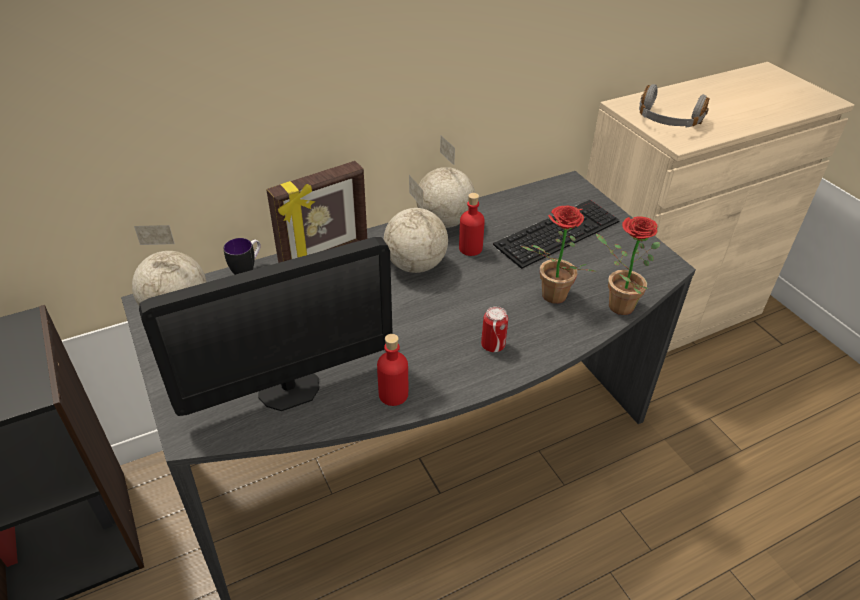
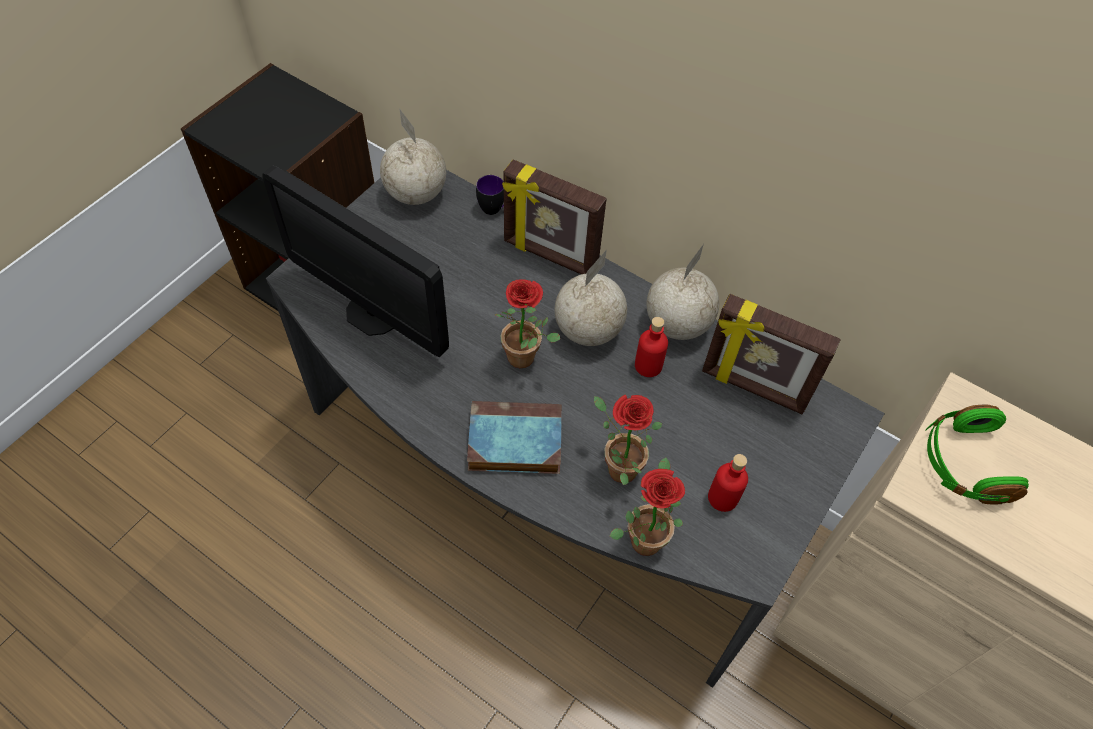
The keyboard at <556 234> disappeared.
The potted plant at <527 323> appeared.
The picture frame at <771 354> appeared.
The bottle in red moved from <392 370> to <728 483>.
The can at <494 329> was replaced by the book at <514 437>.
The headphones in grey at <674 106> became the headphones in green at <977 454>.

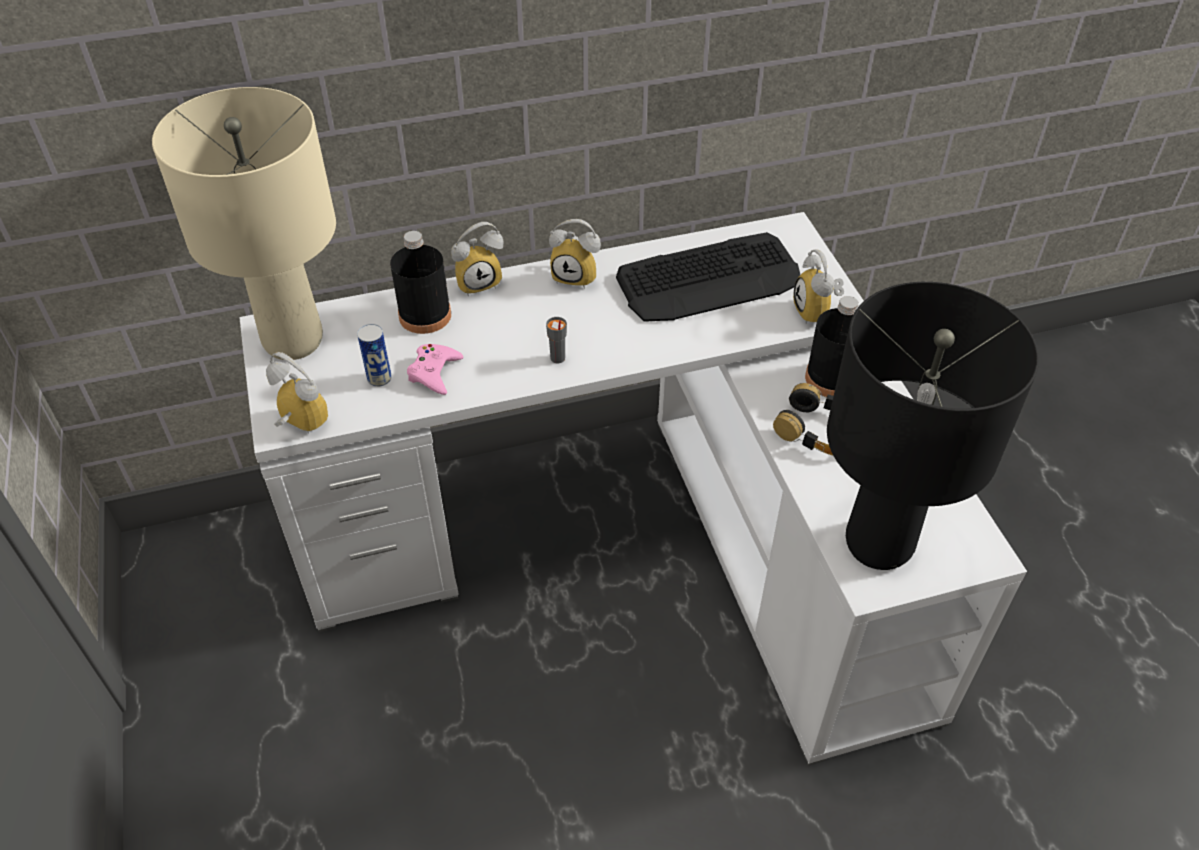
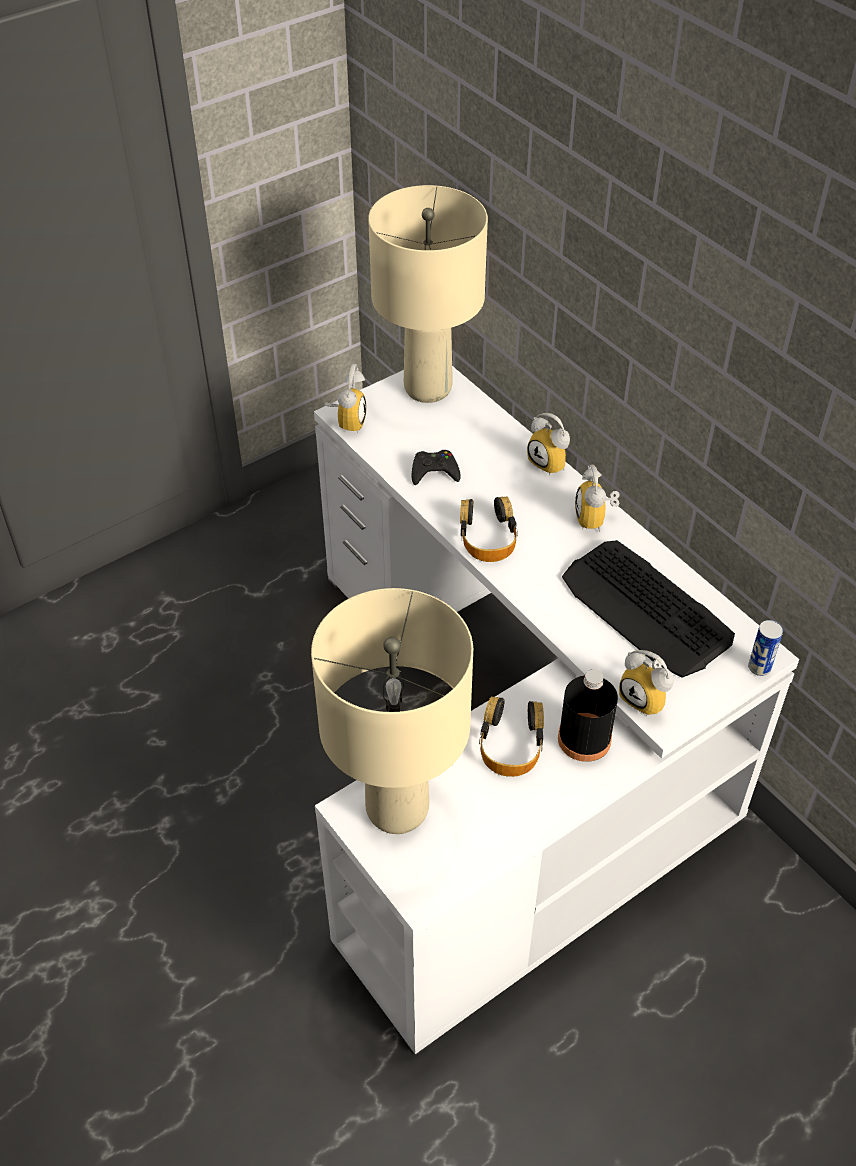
The bottle in black at <420 282> disappeared.
The can moved from <374 355> to <765 648>.
The cup in grey at <556 340> was replaced by the headphones at <489 529>.
The game controller in pink at <435 369> became the game controller in black at <436 467>.
The table lamp in black at <933 426> became the table lamp in beige at <392 711>.
The alarm clock at <818 286> turned 105 degrees counterclockwise.

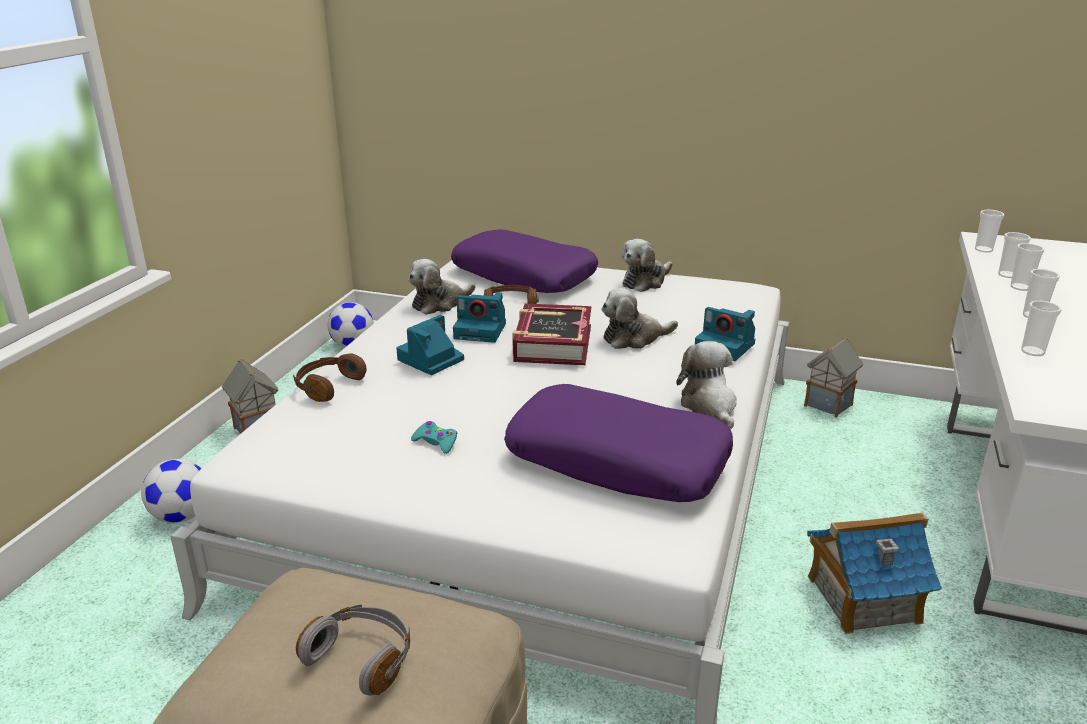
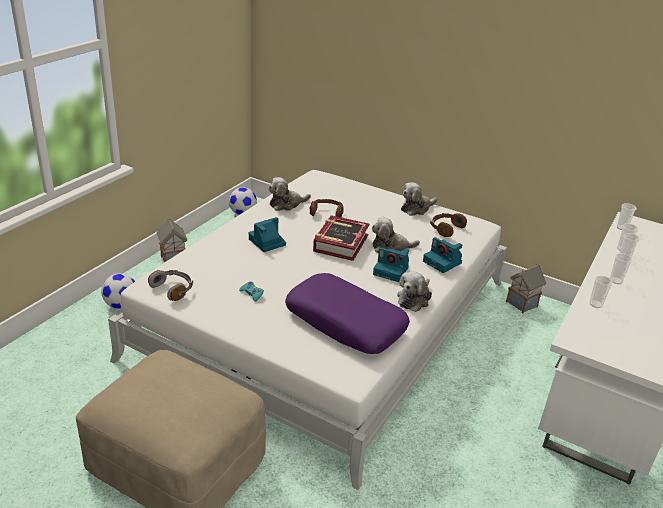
The pillow in purple at <524 261> disappeared.
The toy house at <874 573> disappeared.
The headphones in brown moved from <330 377> to <448 225>.
The headphones in grey moved from <353 650> to <170 285>.
The photo camera moved from <479 317> to <391 265>.
The plush toy at <706 385> turned 150 degrees counterclockwise.

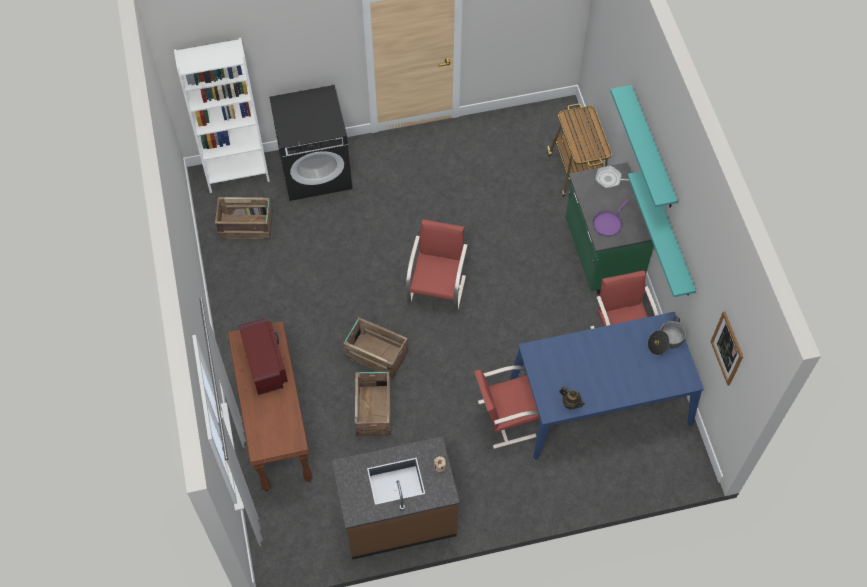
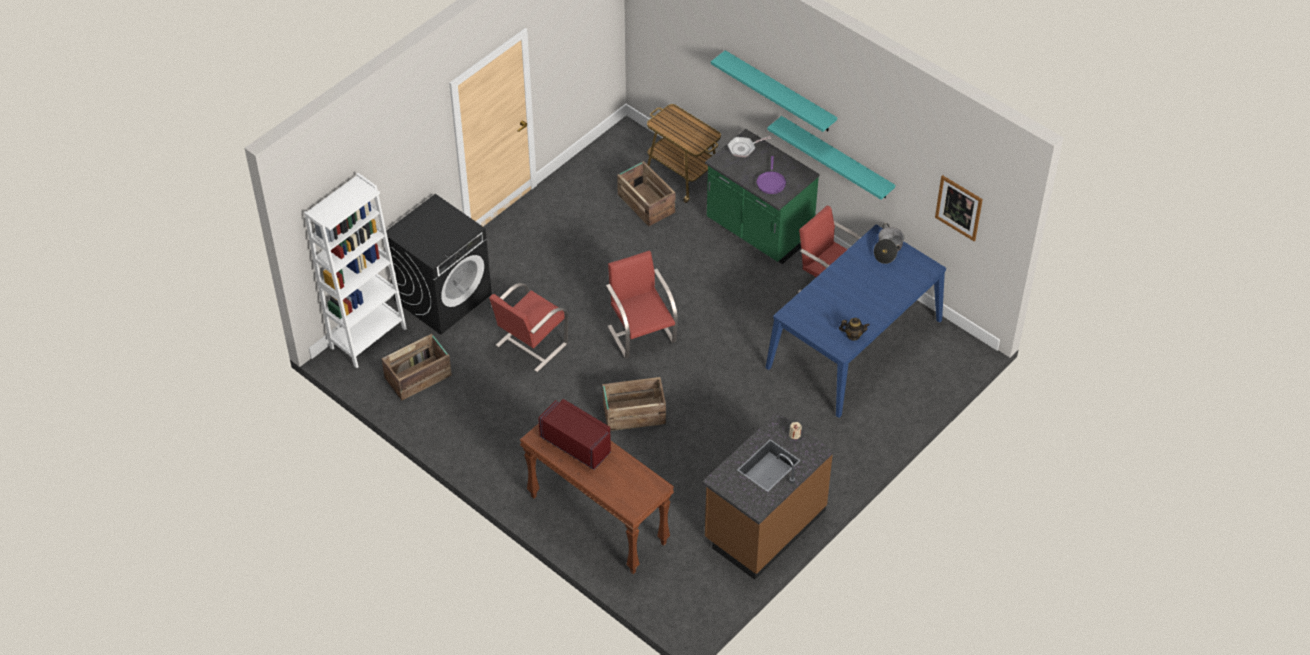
The crate moved from <372 404> to <646 193>.
The chair in red moved from <507 407> to <528 327>.

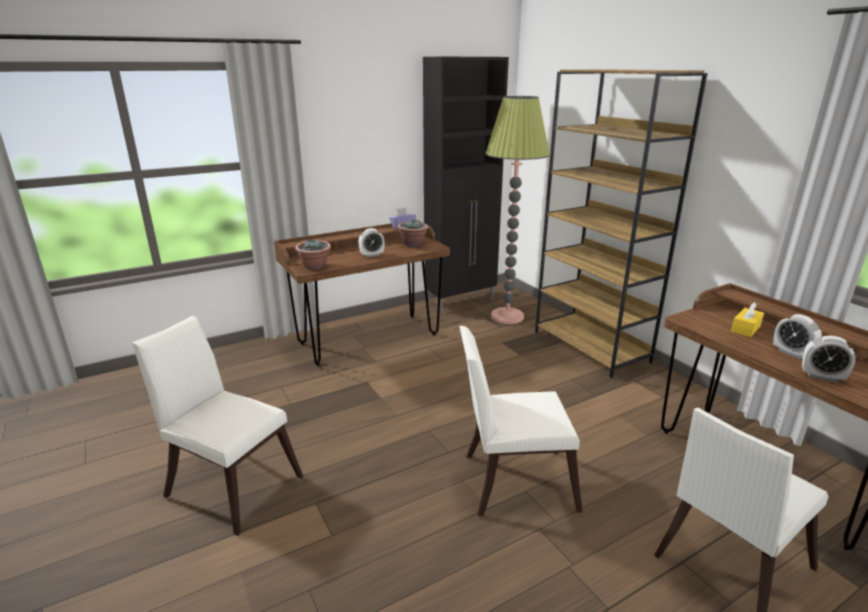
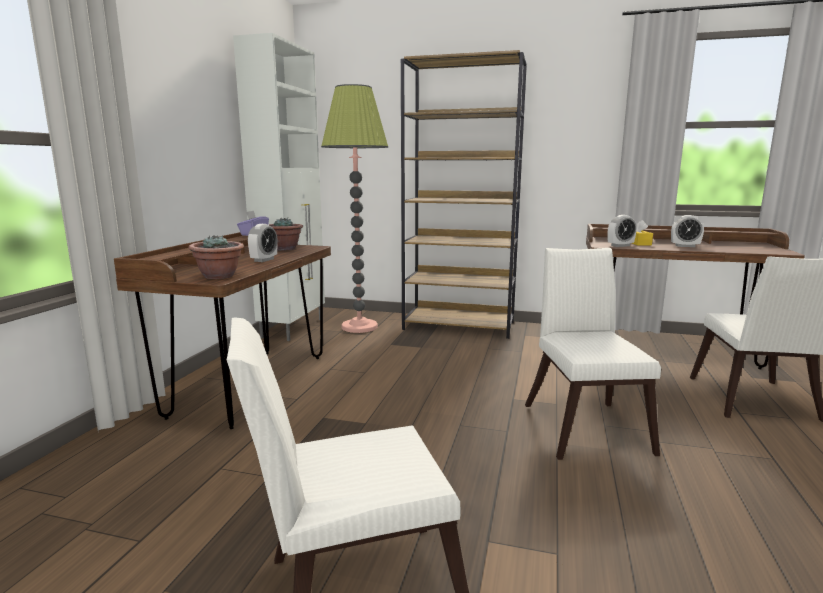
The alarm clock moved from <829 359> to <622 231>.
The cabinet in black at <466 184> became the cabinet in white at <279 187>.
The chair in white at <521 421> turned 135 degrees clockwise.

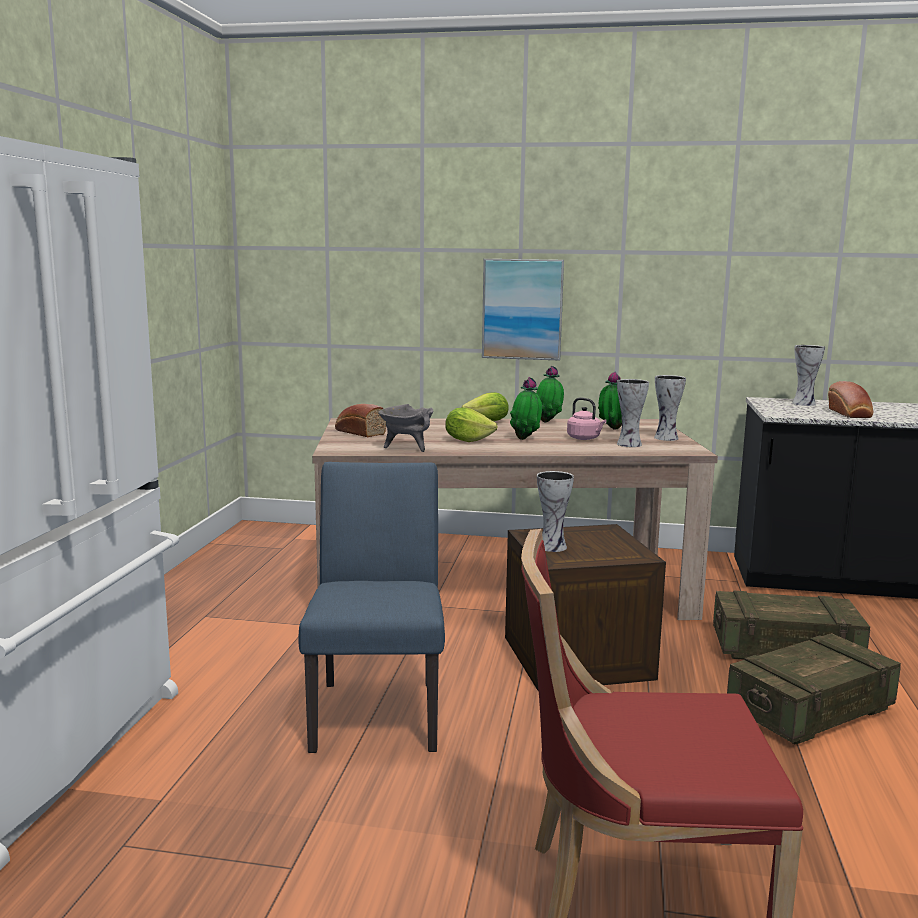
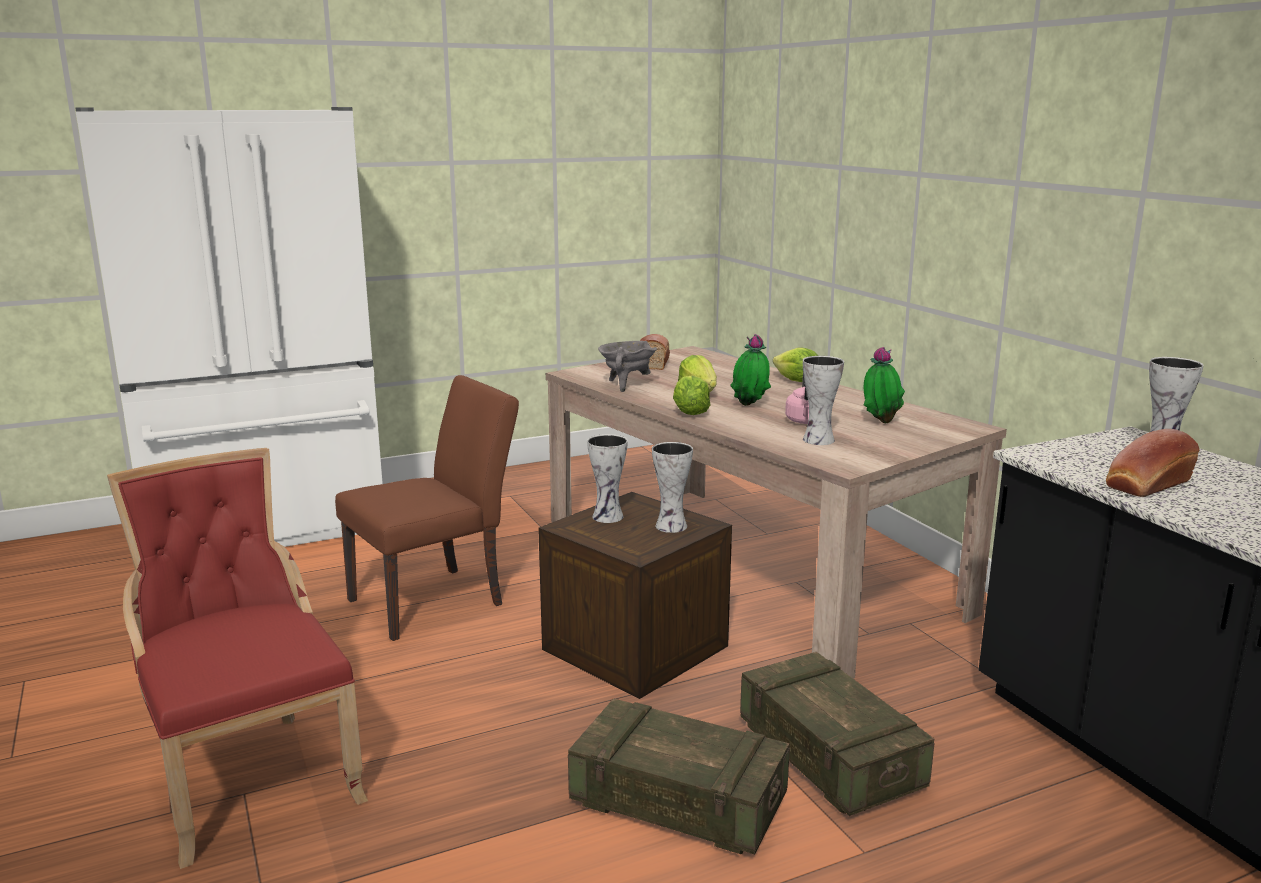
The picture at <523 310> disappeared.
The potted plant at <550 394> disappeared.
The lettuce at <692 395> appeared.
The vase moved from <670 408> to <672 487>.
The chair in blue at <371 607> became the chair in brown at <427 508>.

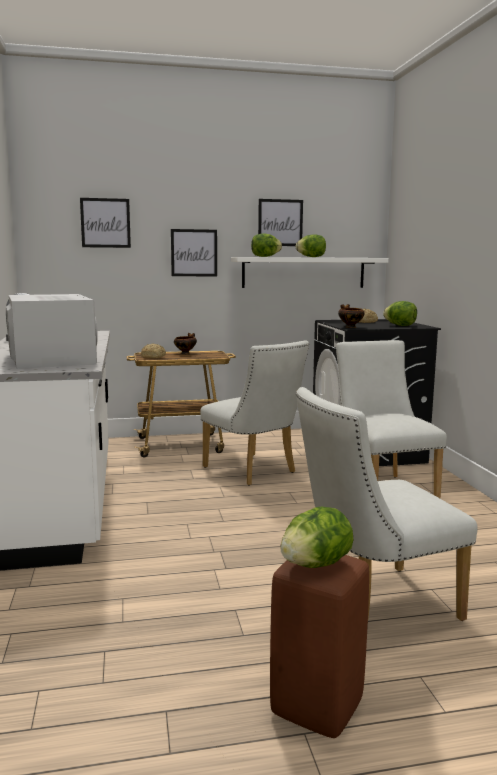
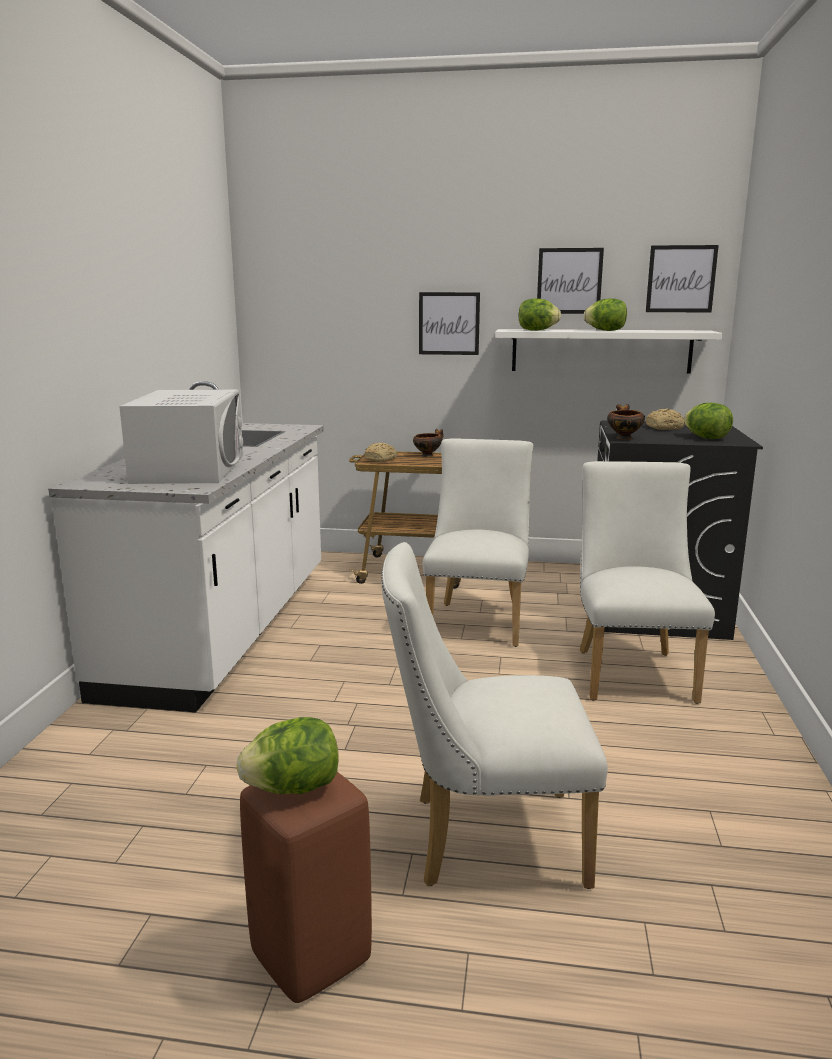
The picture moved from <105 223> to <682 278>.
The chair in white at <254 412> turned 150 degrees counterclockwise.

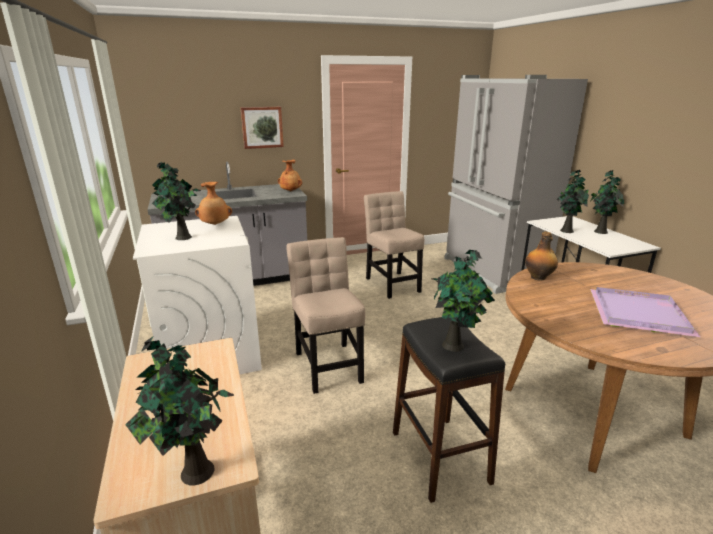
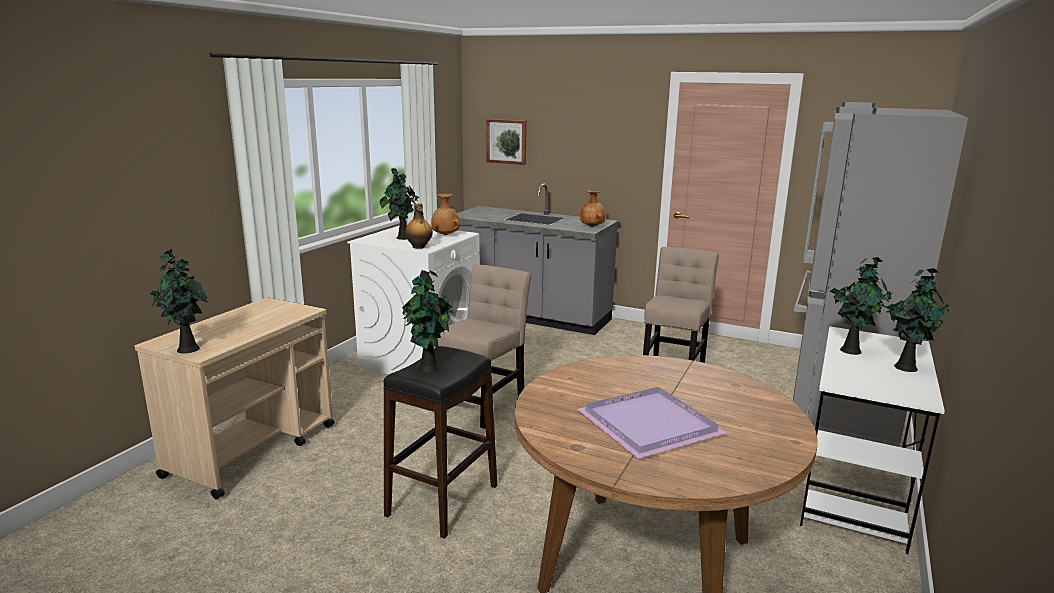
The picture moved from <262 128> to <506 142>.
The bottle moved from <541 256> to <419 226>.

